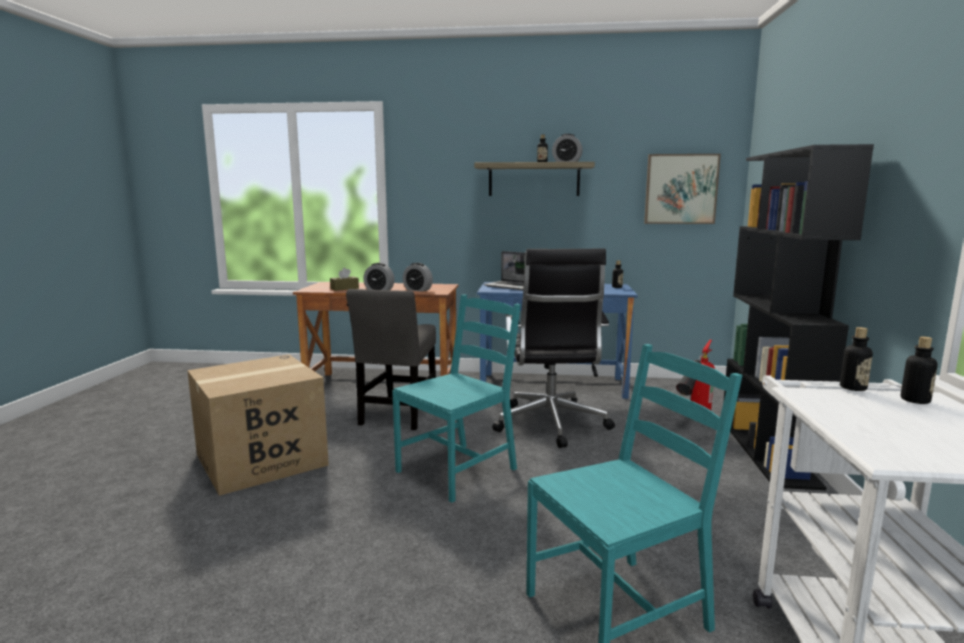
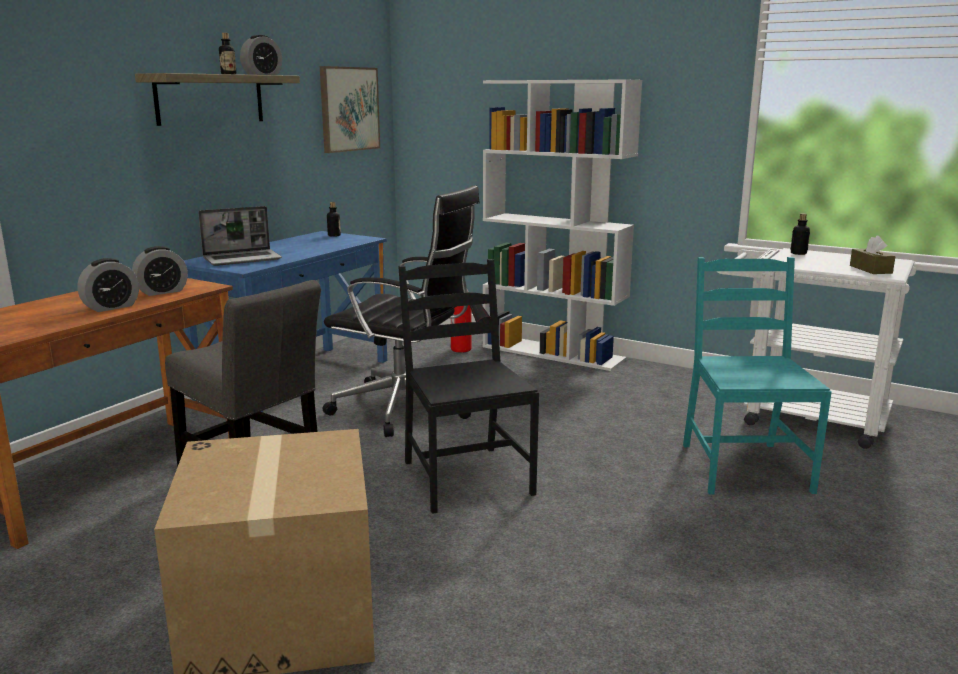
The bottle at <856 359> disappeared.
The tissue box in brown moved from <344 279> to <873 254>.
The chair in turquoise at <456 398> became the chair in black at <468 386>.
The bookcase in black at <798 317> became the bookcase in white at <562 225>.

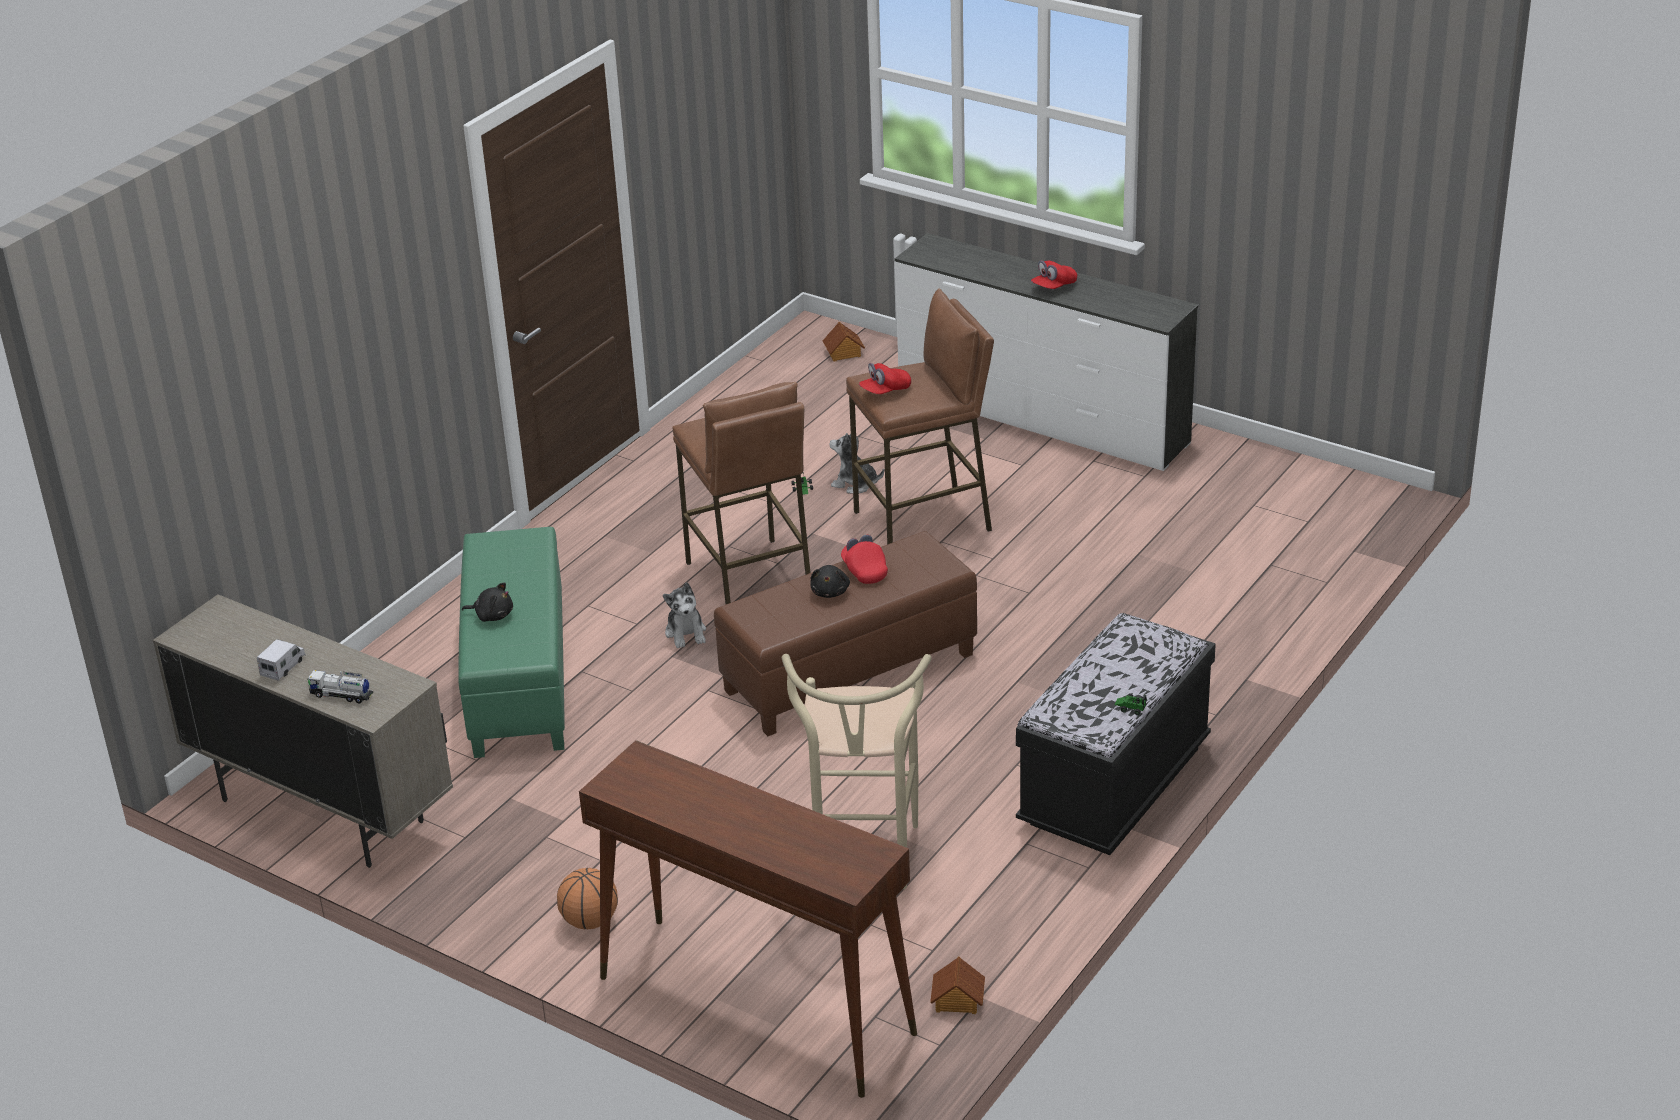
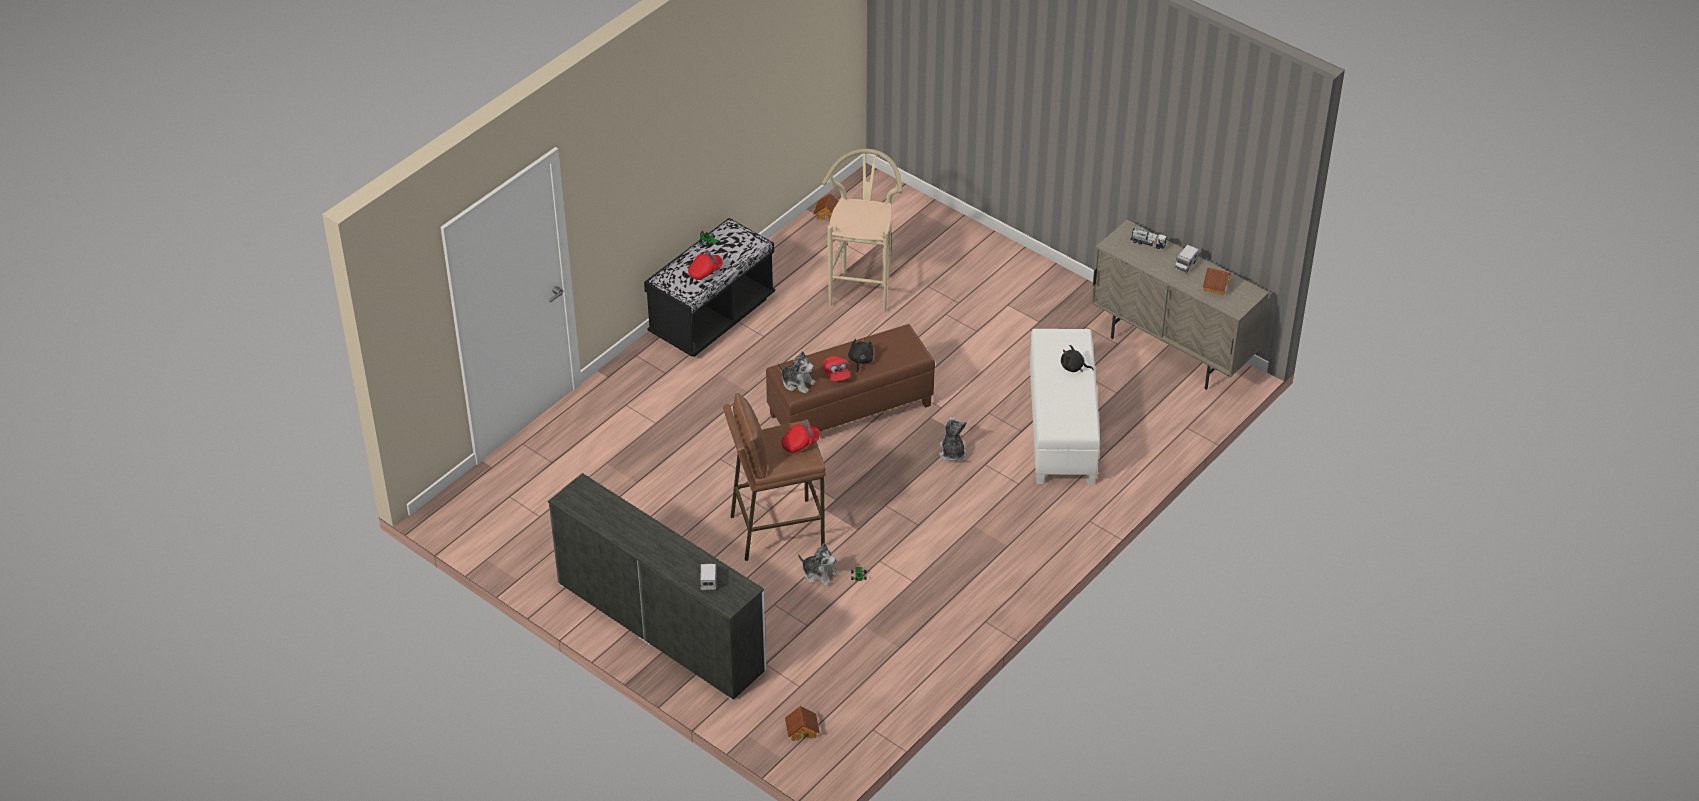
The basketball at <587 898> disappeared.
The console table in brown at <748 919> disappeared.
The stool in brown at <741 493> disappeared.
The toy truck at <708 577> appeared.
The plush toy at <796 372> appeared.
The toy house at <1217 281> appeared.
The cap in red moved from <1054 274> to <705 265>.
The ottoman in green at <512 642> became the ottoman in white at <1065 406>.

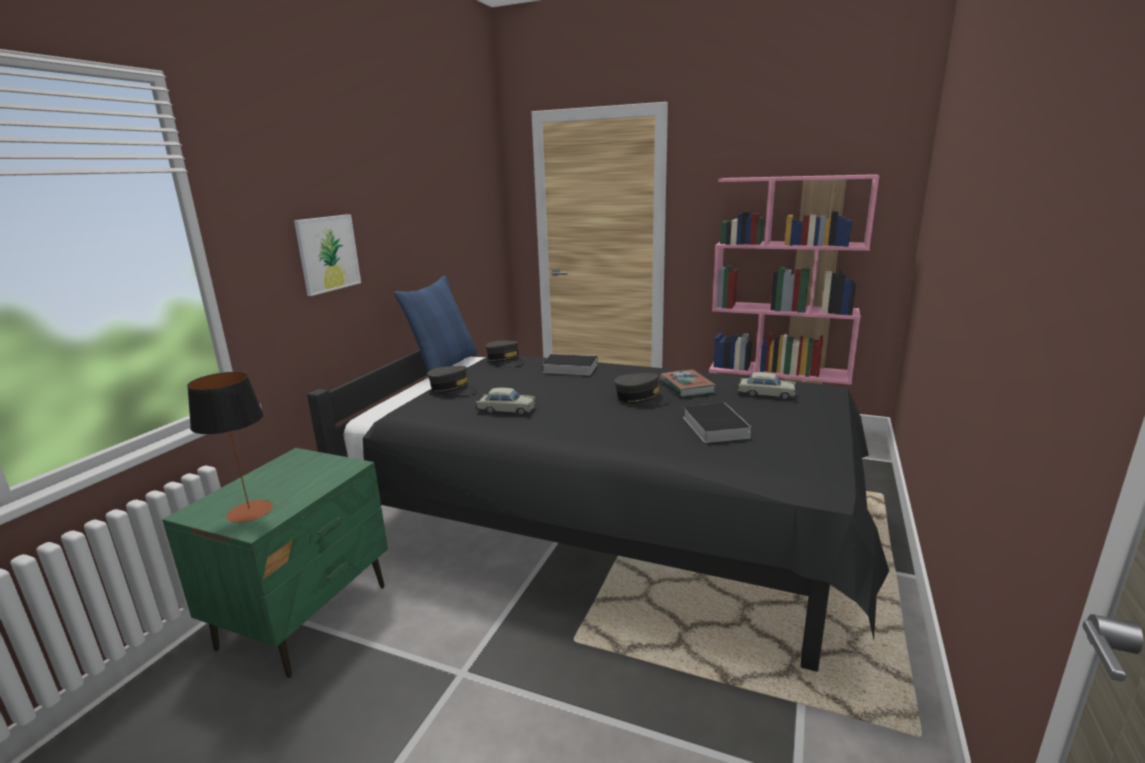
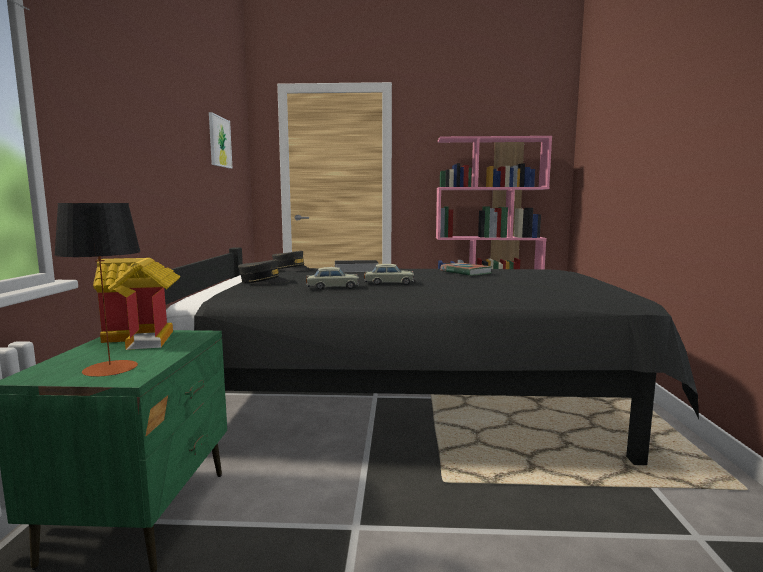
The pillow in blue at <436 323> disappeared.
The cap in grey at <643 389> disappeared.
The book at <717 423> disappeared.
The toy house at <137 304> appeared.
The picture moved from <327 255> to <221 140>.
The toy car in beige moved from <767 386> to <389 274>.

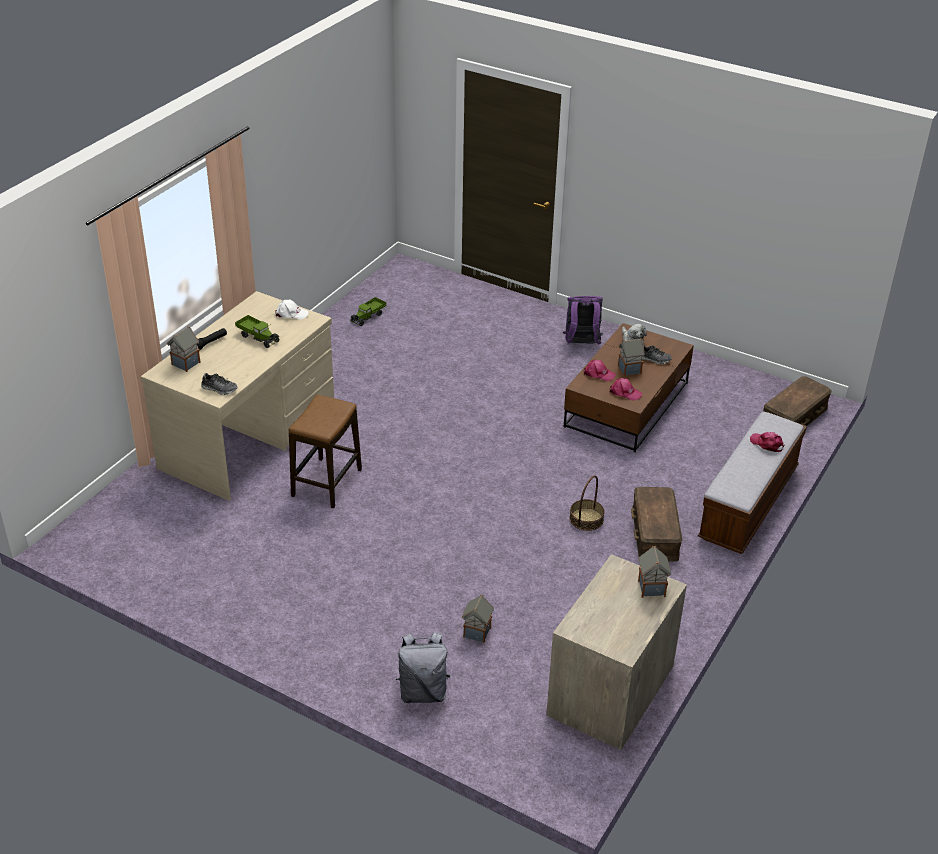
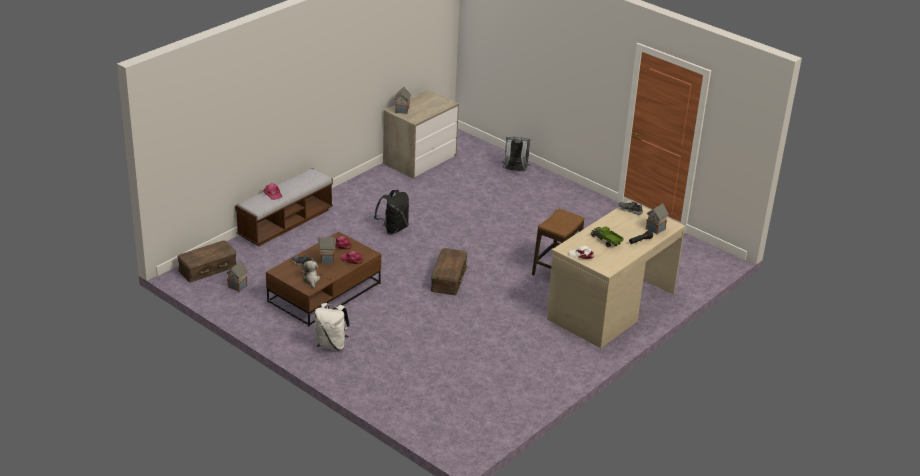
The toy truck at <368 311> disappeared.
The toy house moved from <478 619> to <237 276>.
The storage box in brown moved from <656 524> to <449 271>.
The basket at <587 503> was replaced by the backpack in black at <391 212>.
The backpack in purple at <583 320> became the backpack in white at <332 326>.

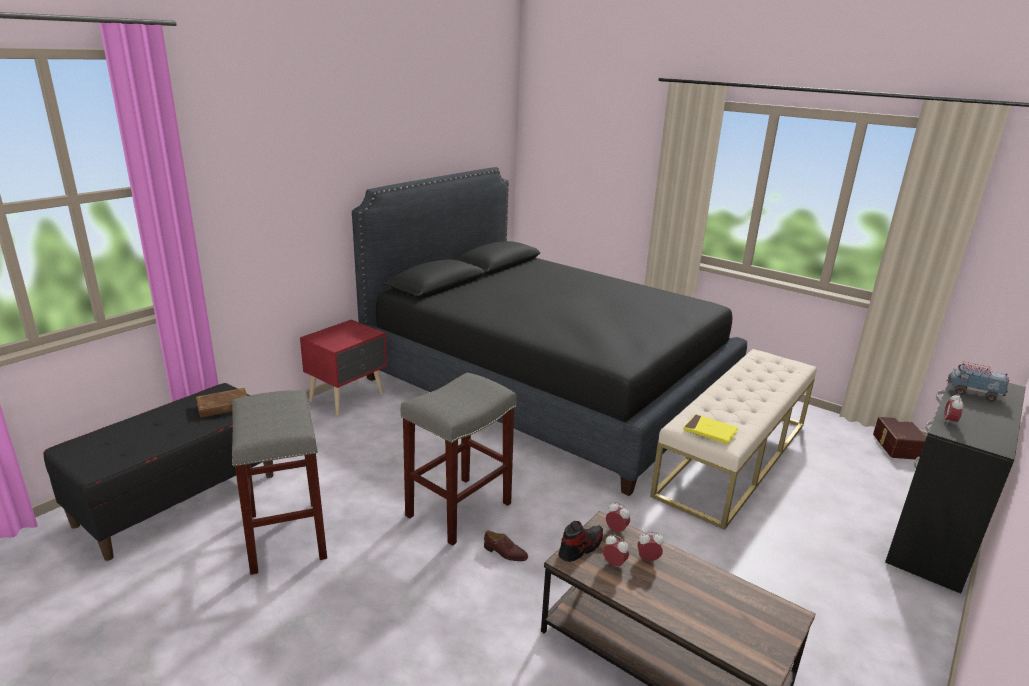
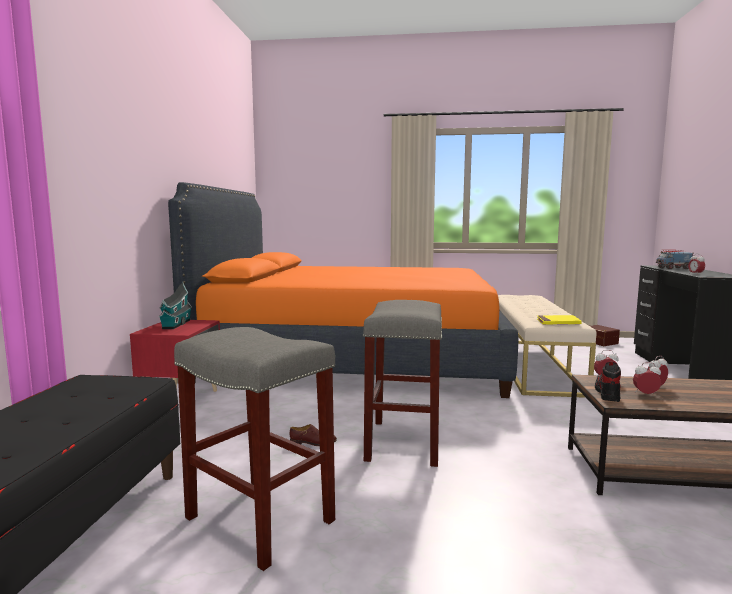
The book in brown at <221 403> disappeared.
The toy house at <175 305> appeared.
The shoe in brown moved from <506 545> to <313 435>.
The bed in black at <549 331> became the bed in orange at <343 290>.

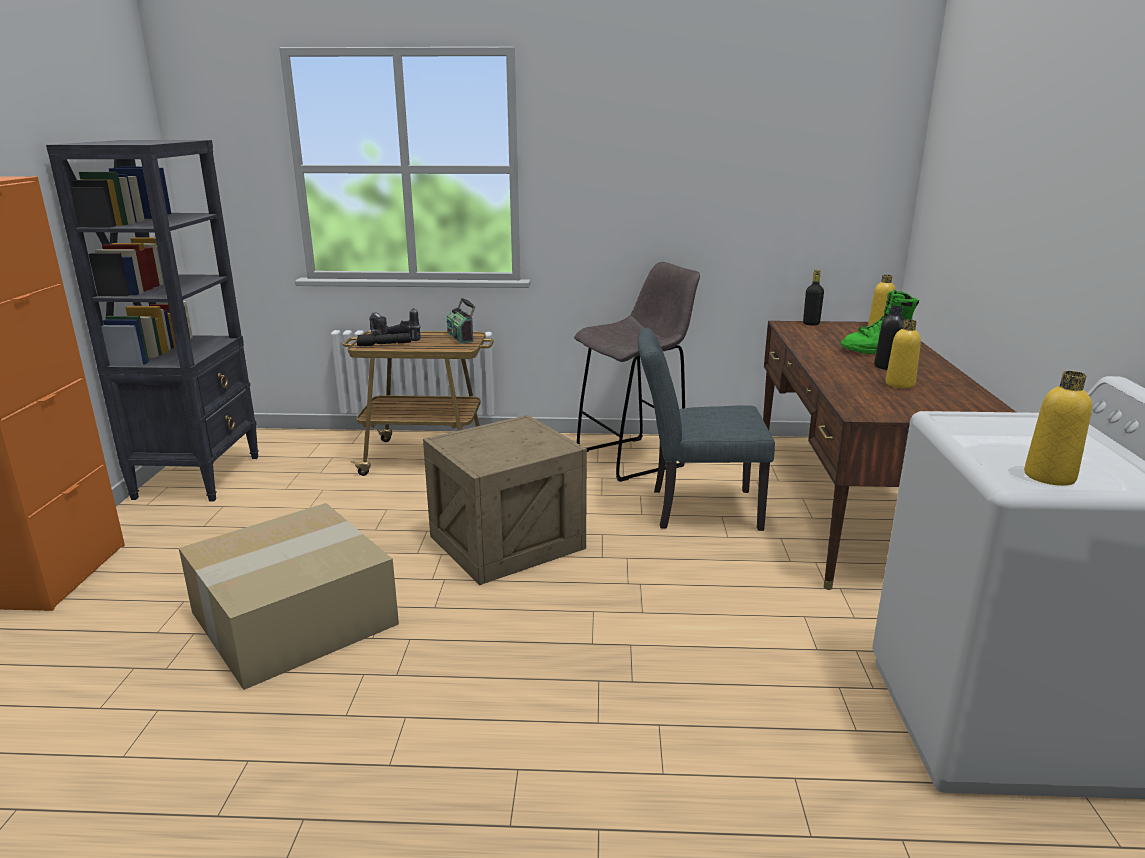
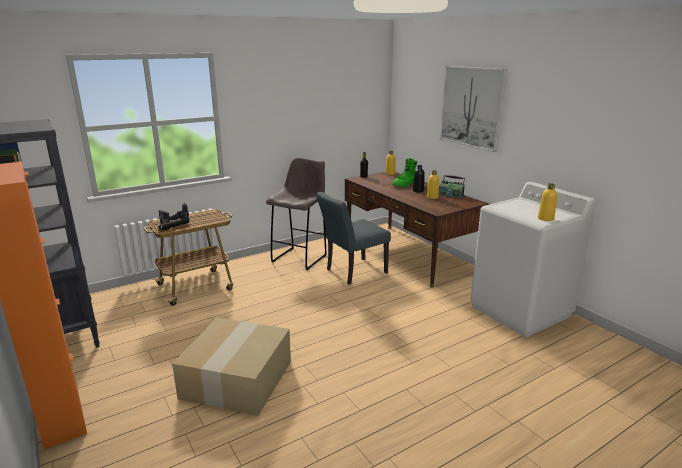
The crate at <505 500> disappeared.
The picture at <473 109> appeared.
The radio moved from <461 320> to <452 186>.

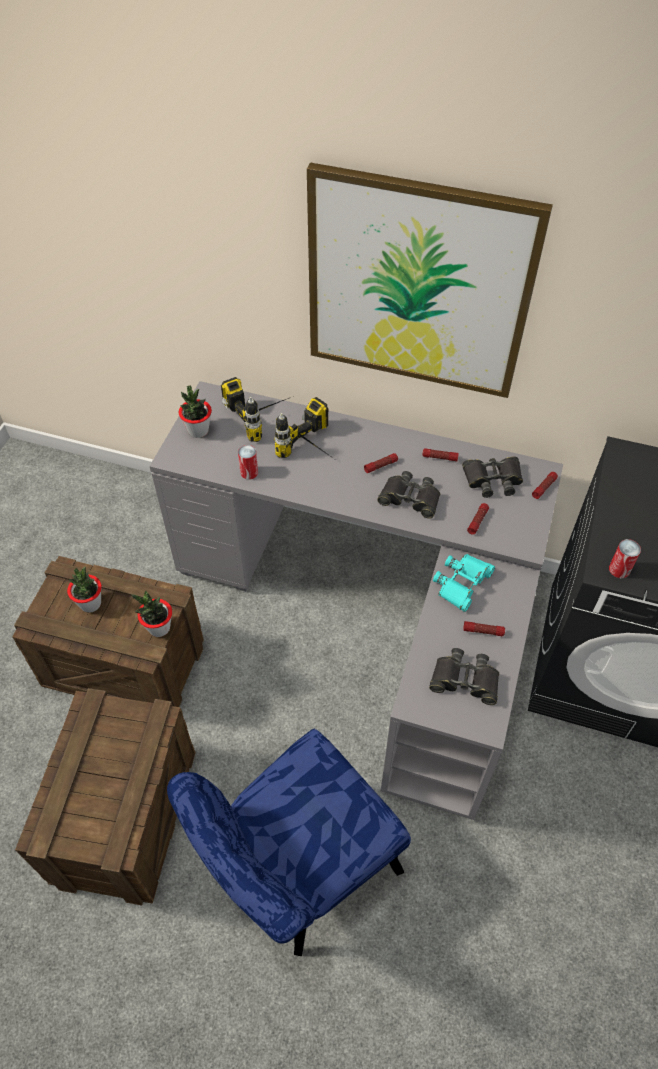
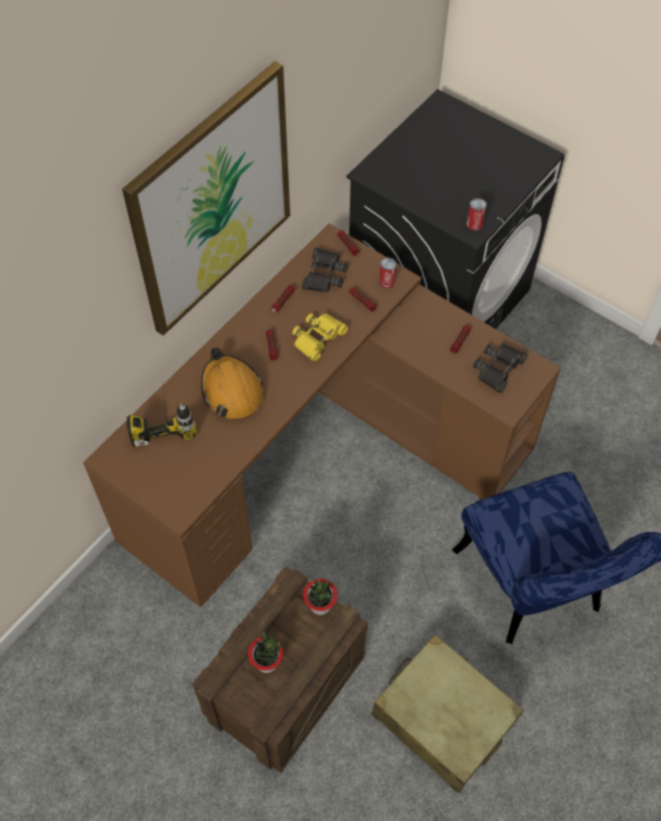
The potted plant at <195 411> disappeared.
The binoculars in turquoise at <464 583> disappeared.
The can moved from <248 462> to <388 273>.
The crate at <105 797> was replaced by the suitcase in beige at <447 713>.
The power drill at <305 429> was replaced by the hard hat in orange at <232 383>.
The desk in grey at <356 600> became the desk in brown at <322 415>.
The binoculars in black at <408 495> became the binoculars in yellow at <320 337>.

